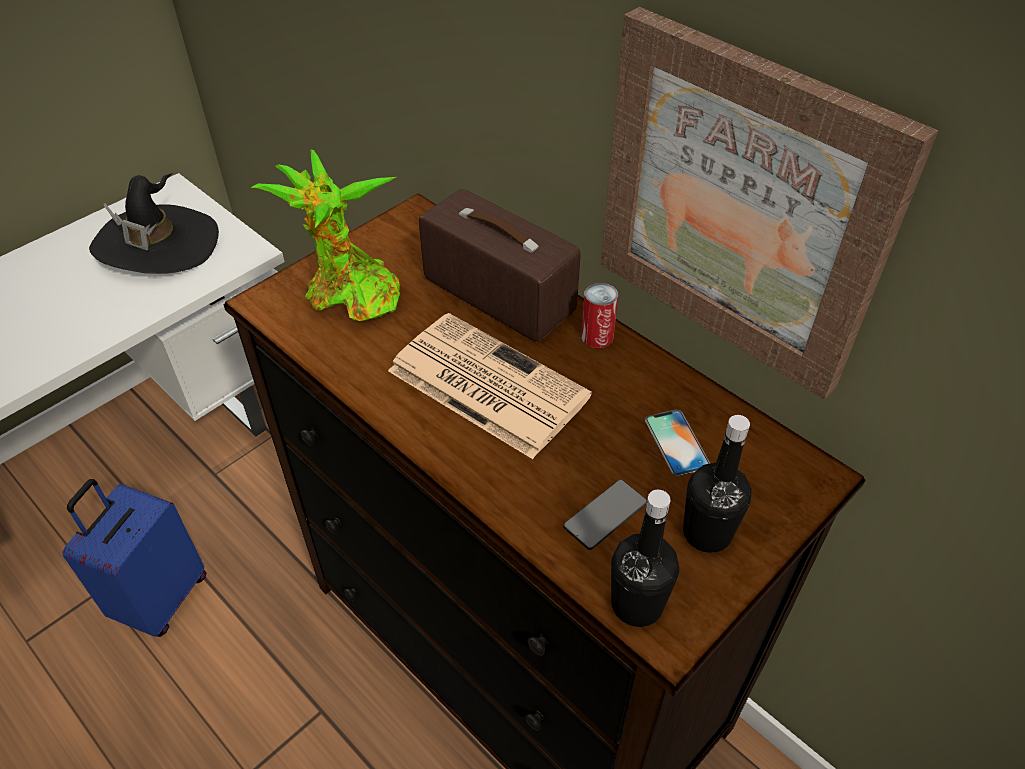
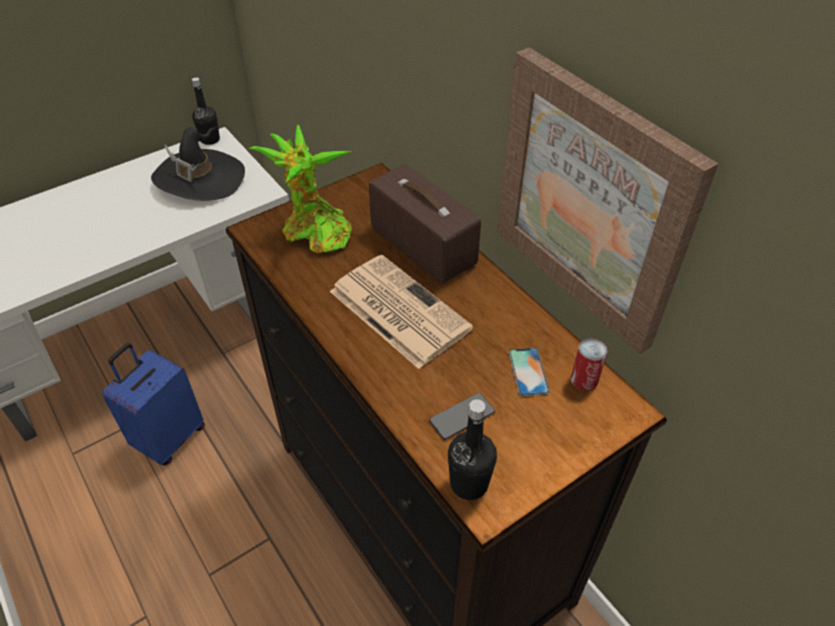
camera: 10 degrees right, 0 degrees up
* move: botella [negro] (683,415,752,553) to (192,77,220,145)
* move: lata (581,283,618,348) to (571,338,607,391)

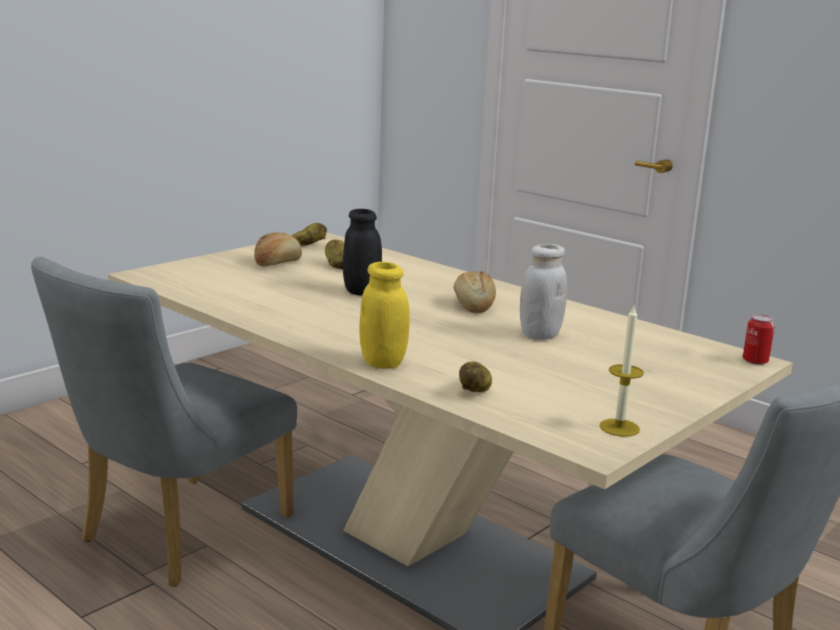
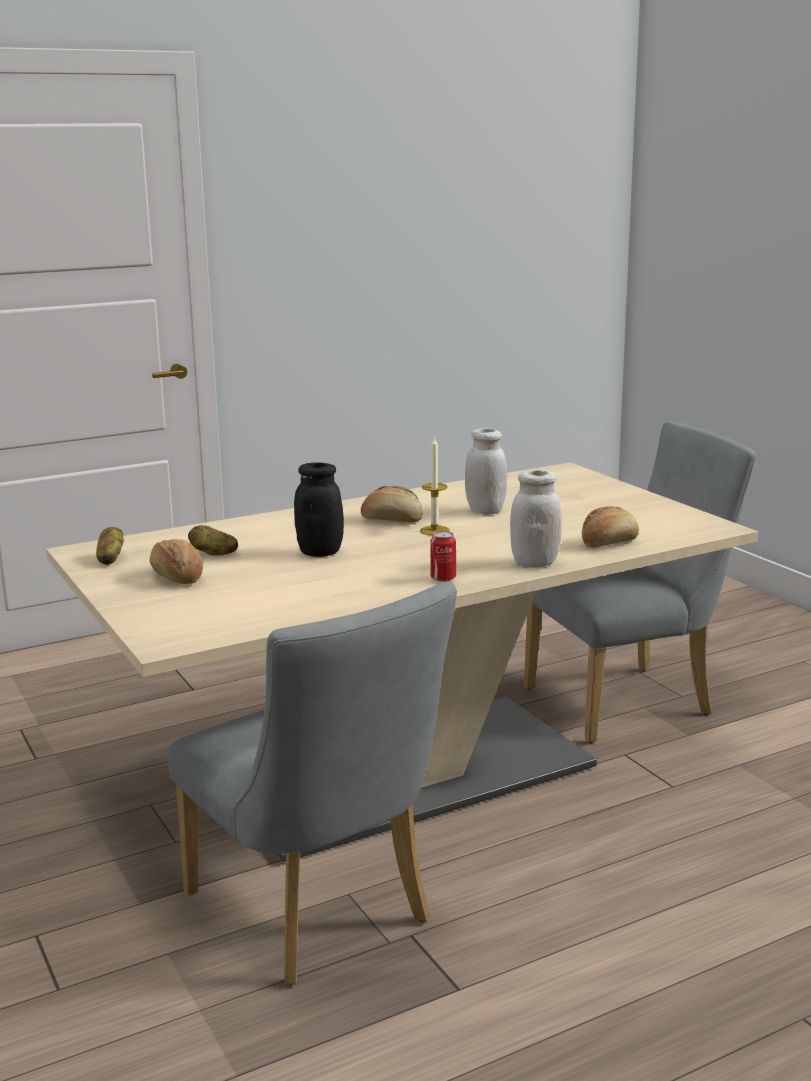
camera: 70 degrees left, 0 degrees up
* move: vela (599,306,644,437) to (420,437,450,535)
* move: lata (743,314,775,365) to (430,531,456,582)
* recolor: tarro [amarillo] (359,262,409,369) to tarro [blanco] (510,470,562,567)
* replace: patata (459,361,492,392) to pan (582,506,639,547)

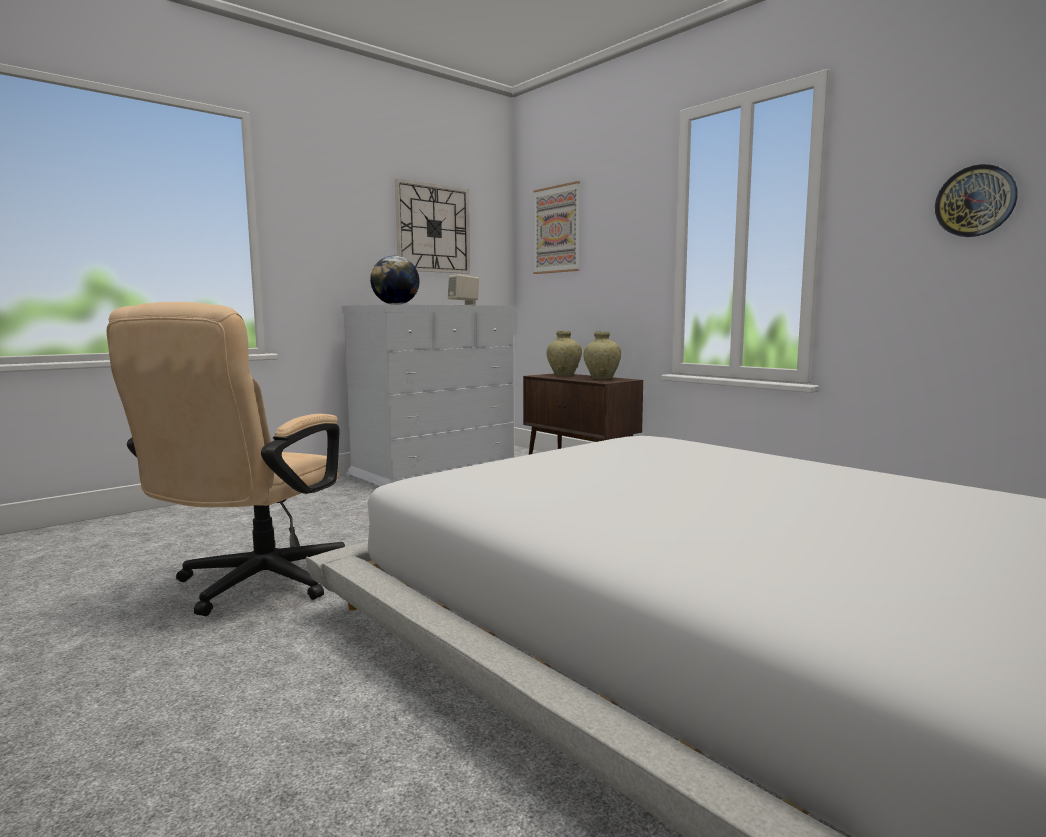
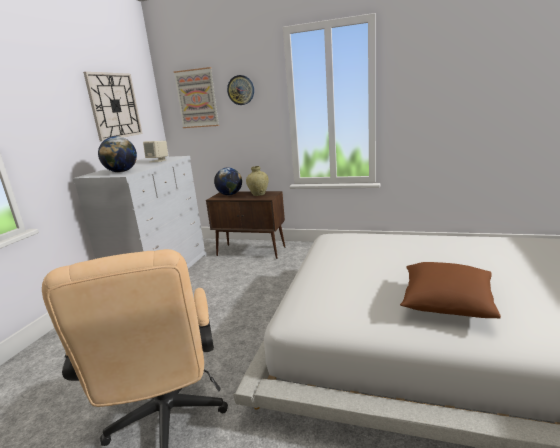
camera: 30 degrees left, 10 degrees up
* replace: florero [beis] (547,331,582,376) to globo terráqueo (214,167,242,195)
* move: reloj de pared (935,164,1018,237) to (227,75,254,105)
* insert: cojín [marrón] (400,262,501,319)

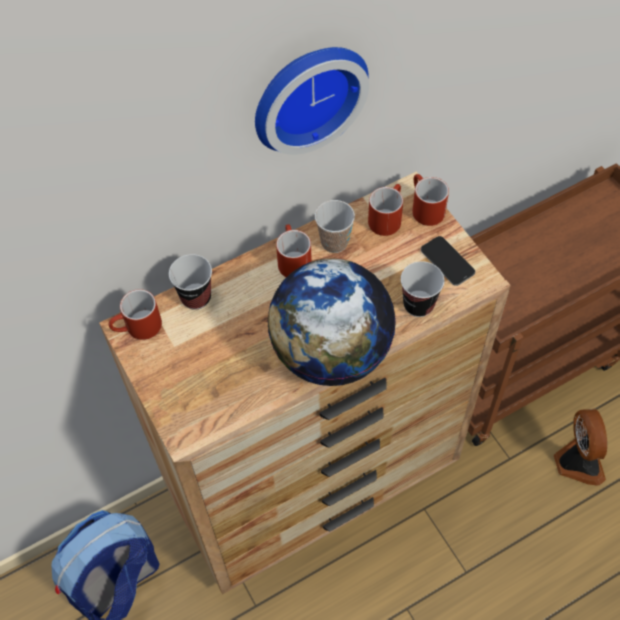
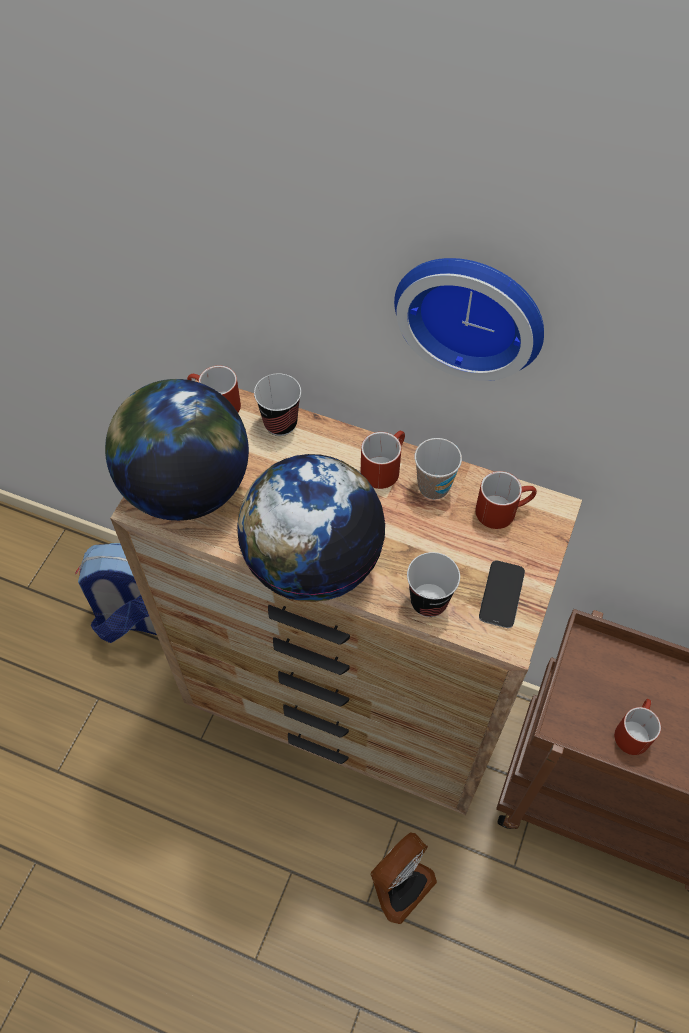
camera: 50 degrees right, 0 degrees up
* insert: globo terráqueo (105,379,249,521)
* move: ventilador (554,408,607,486) to (370,833,437,924)
* move: taza grande [rojo] (412,174,449,226) to (614,699,661,755)

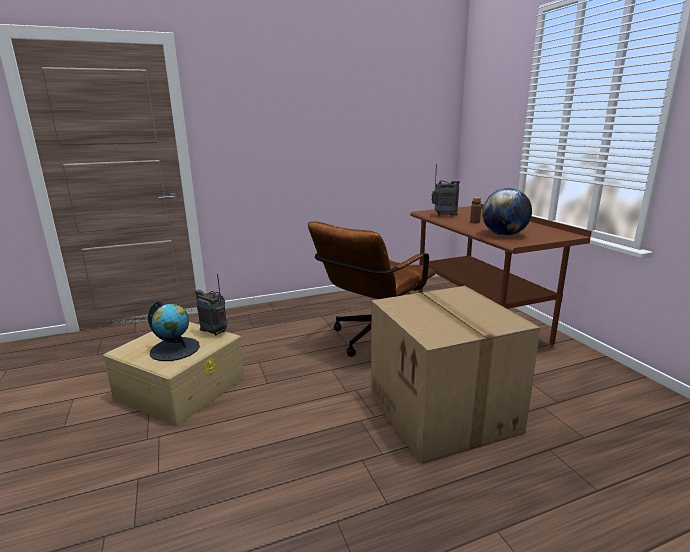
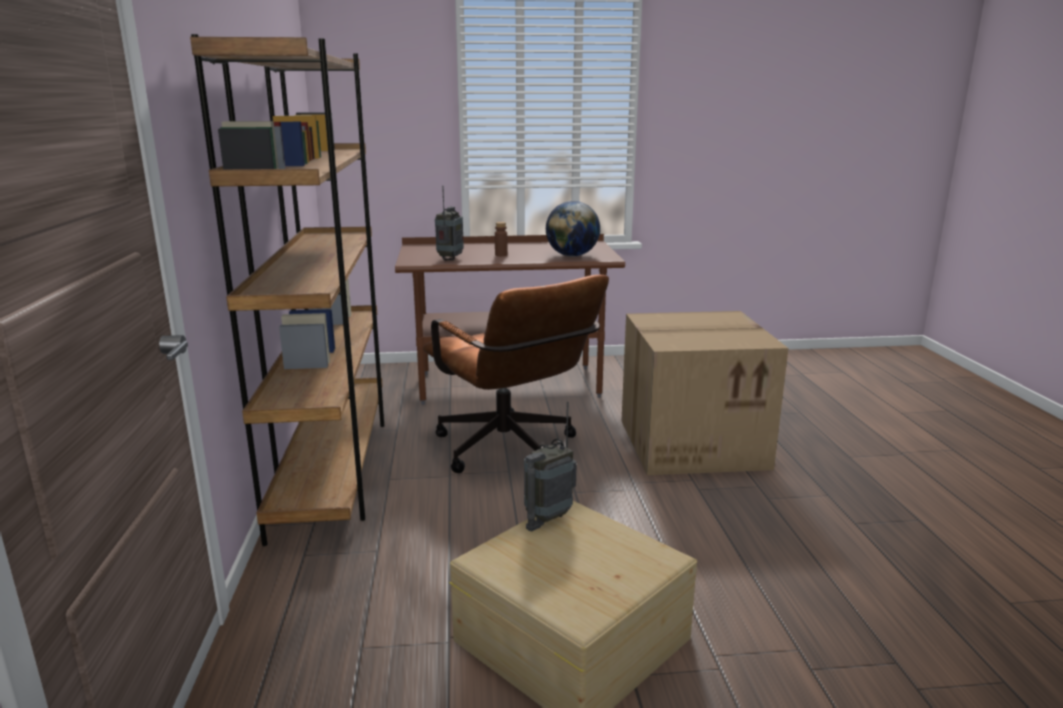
camera: 75 degrees left, 0 degrees up
* insert: estantería [marrón] (190,34,384,546)
* delete: globo terráqueo (148,300,200,361)

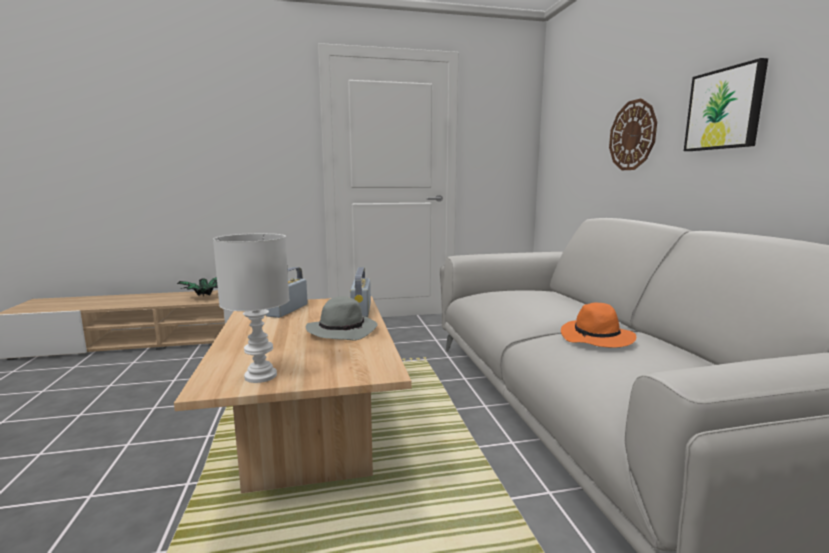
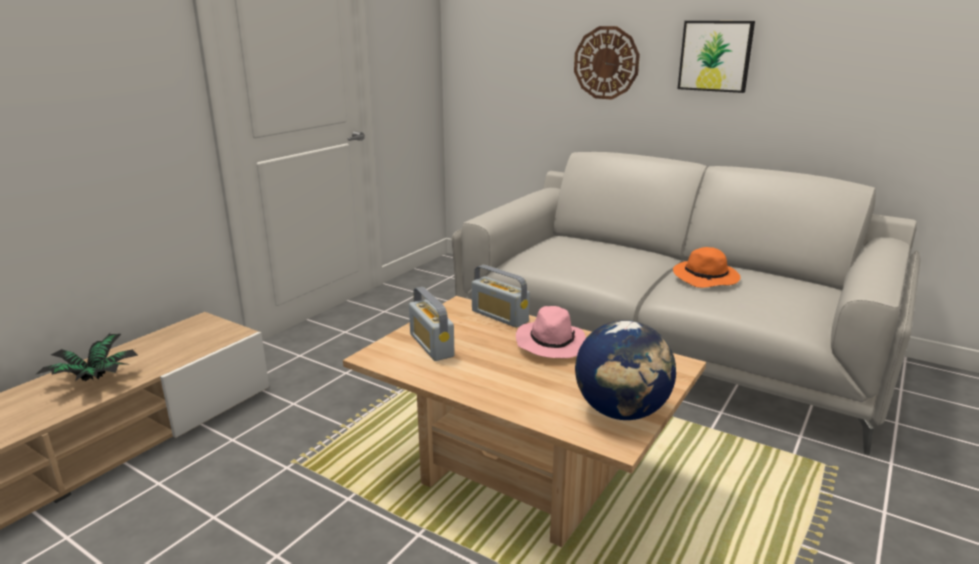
camera: 45 degrees left, 10 degrees up
* recolor: sombrero [gris] (306,296,377,340) to sombrero [rosa] (516,306,586,358)
* replace: lámpara de mesa [blanco] (213,233,290,383) to globo terráqueo (575,320,676,420)

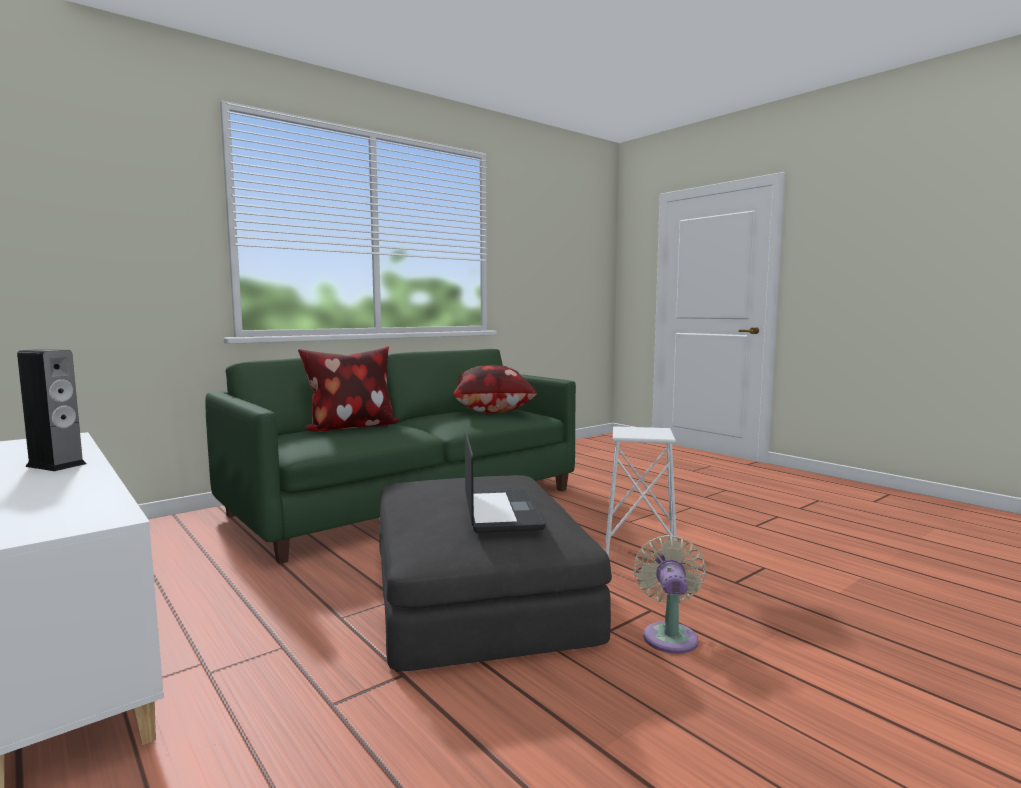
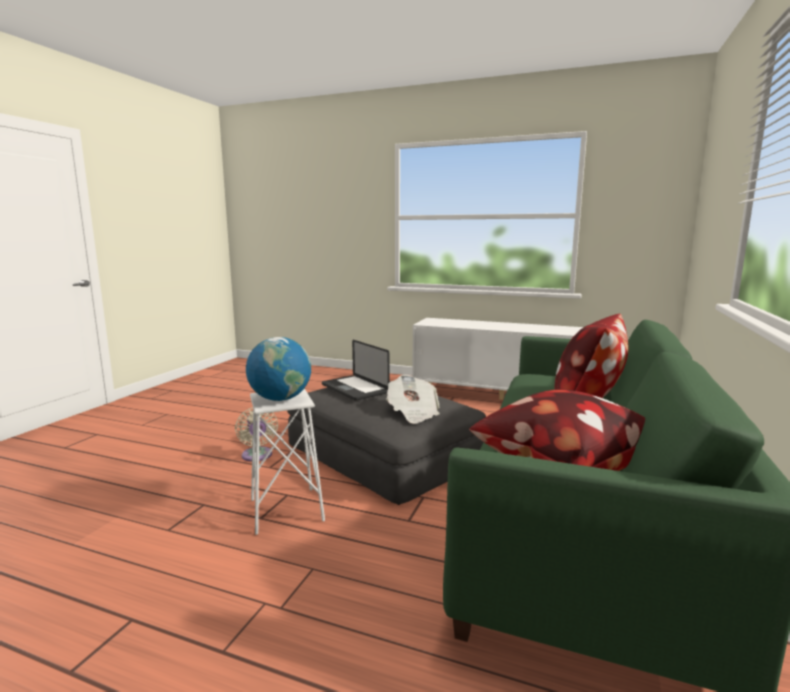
camera: 150 degrees right, 5 degrees up
* insert: globo terráqueo (246,337,311,401)
* insert: periódico (387,375,440,424)
* delete: altavoz (17,349,86,471)

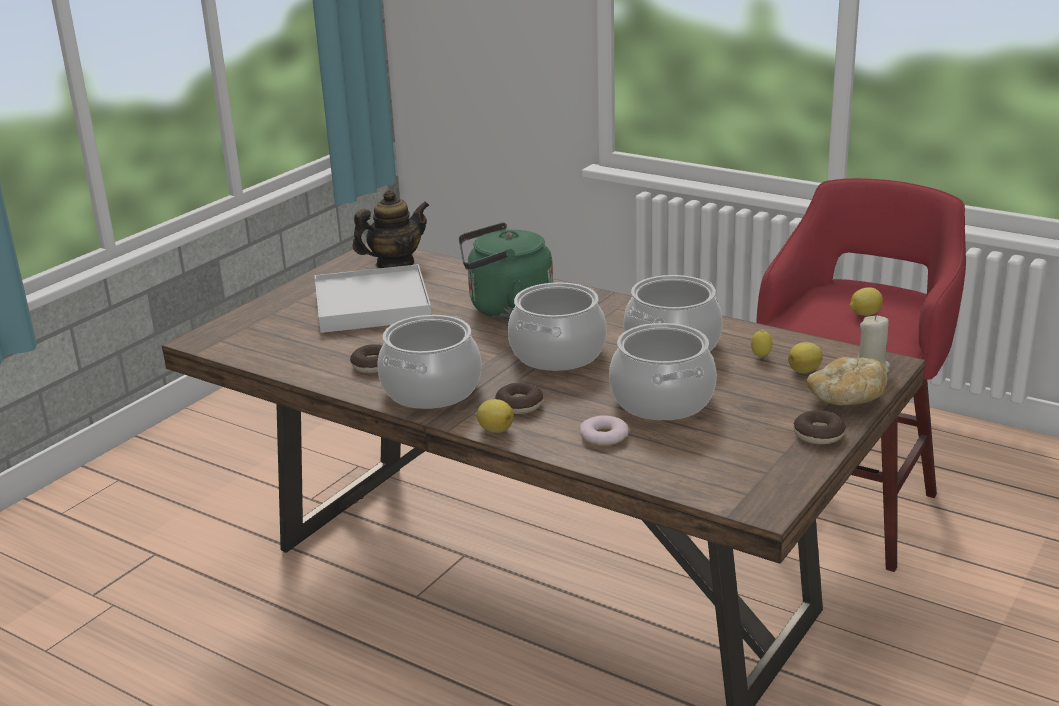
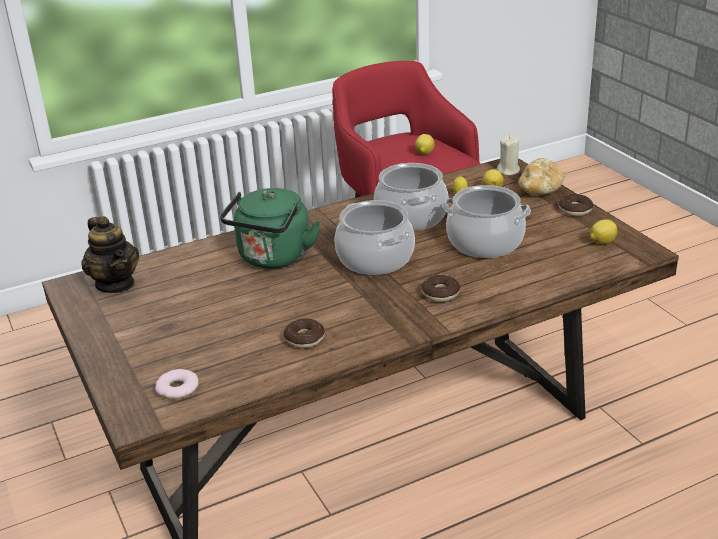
camera: 60 degrees left, 5 degrees up
* rotate: tetera (352,189,429,268) = (81,216,139,293) 150 degrees clockwise
* move: rosquilla (579,415,629,446) to (155,369,199,399)
* move: limón (477,399,514,433) to (590,219,618,244)
* delete: bandeja [blanco] (315,264,431,333)
* delete: olla (377,315,481,409)

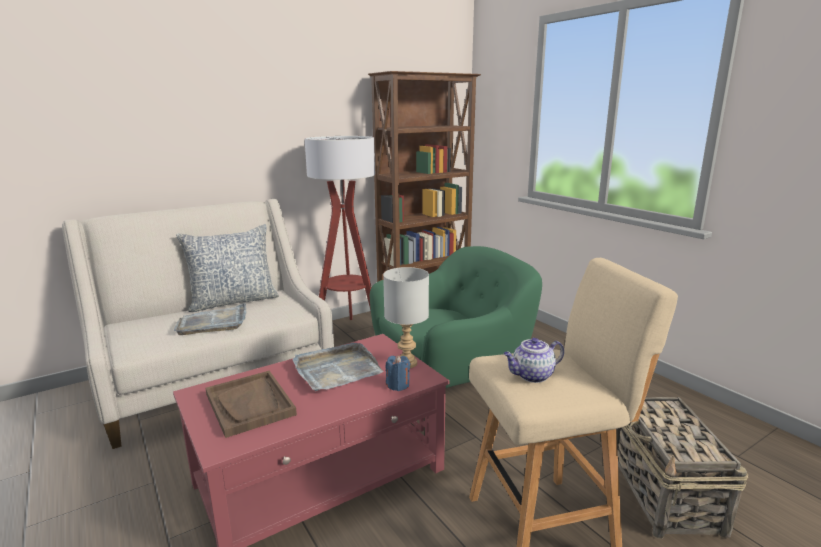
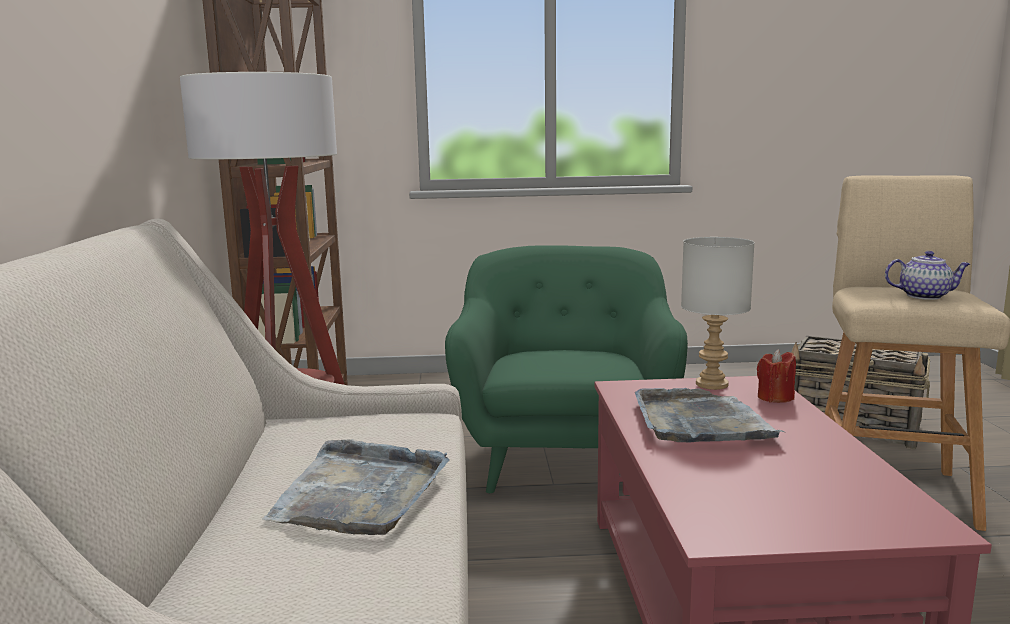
camera: 60 degrees left, 5 degrees down
* recolor: vela [azul] (386,355,410,391) to vela [rojo] (757,349,796,403)
* rotate: tetera (503,338,564,383) = (885,251,970,300) 90 degrees counterclockwise
* delete: cojín (176,224,279,312)
* delete: bandeja [marrón] (205,371,297,438)

